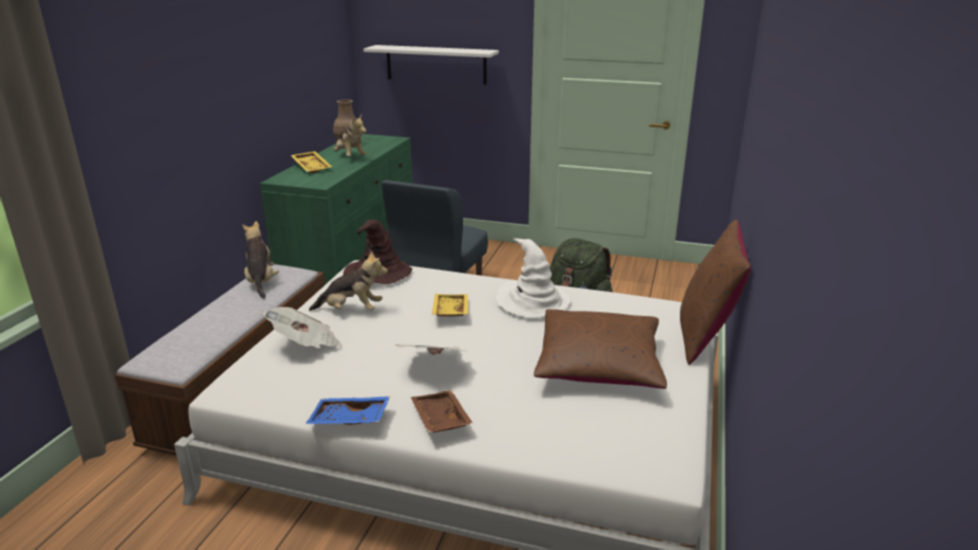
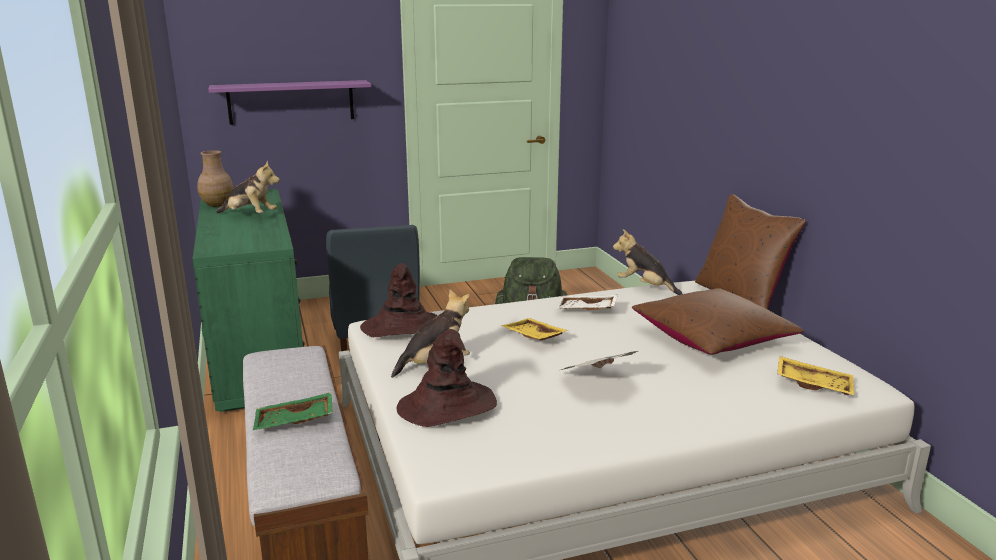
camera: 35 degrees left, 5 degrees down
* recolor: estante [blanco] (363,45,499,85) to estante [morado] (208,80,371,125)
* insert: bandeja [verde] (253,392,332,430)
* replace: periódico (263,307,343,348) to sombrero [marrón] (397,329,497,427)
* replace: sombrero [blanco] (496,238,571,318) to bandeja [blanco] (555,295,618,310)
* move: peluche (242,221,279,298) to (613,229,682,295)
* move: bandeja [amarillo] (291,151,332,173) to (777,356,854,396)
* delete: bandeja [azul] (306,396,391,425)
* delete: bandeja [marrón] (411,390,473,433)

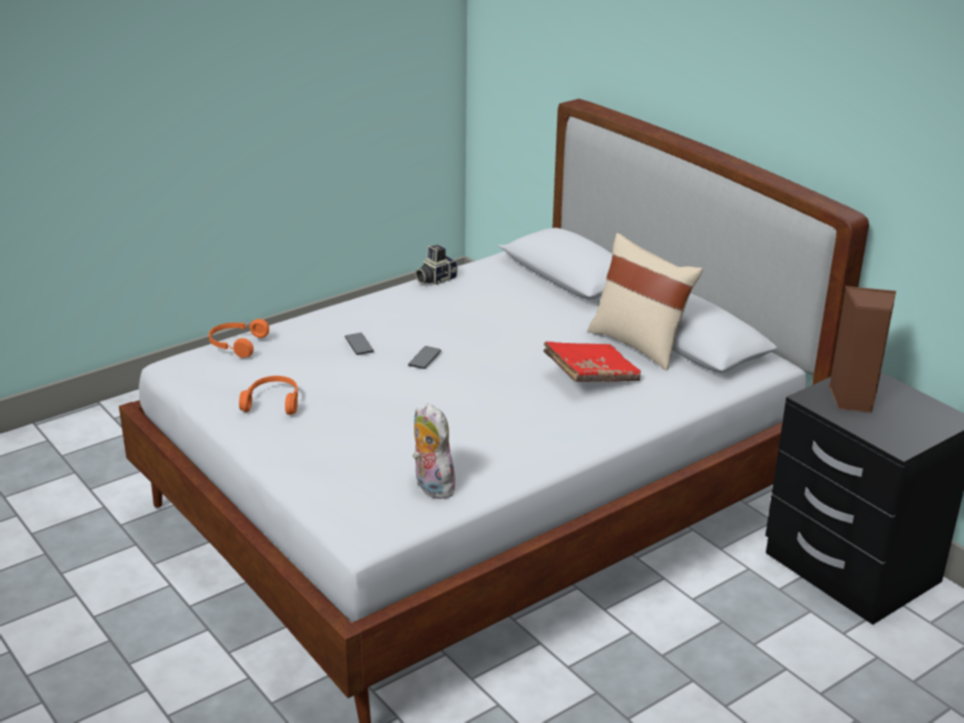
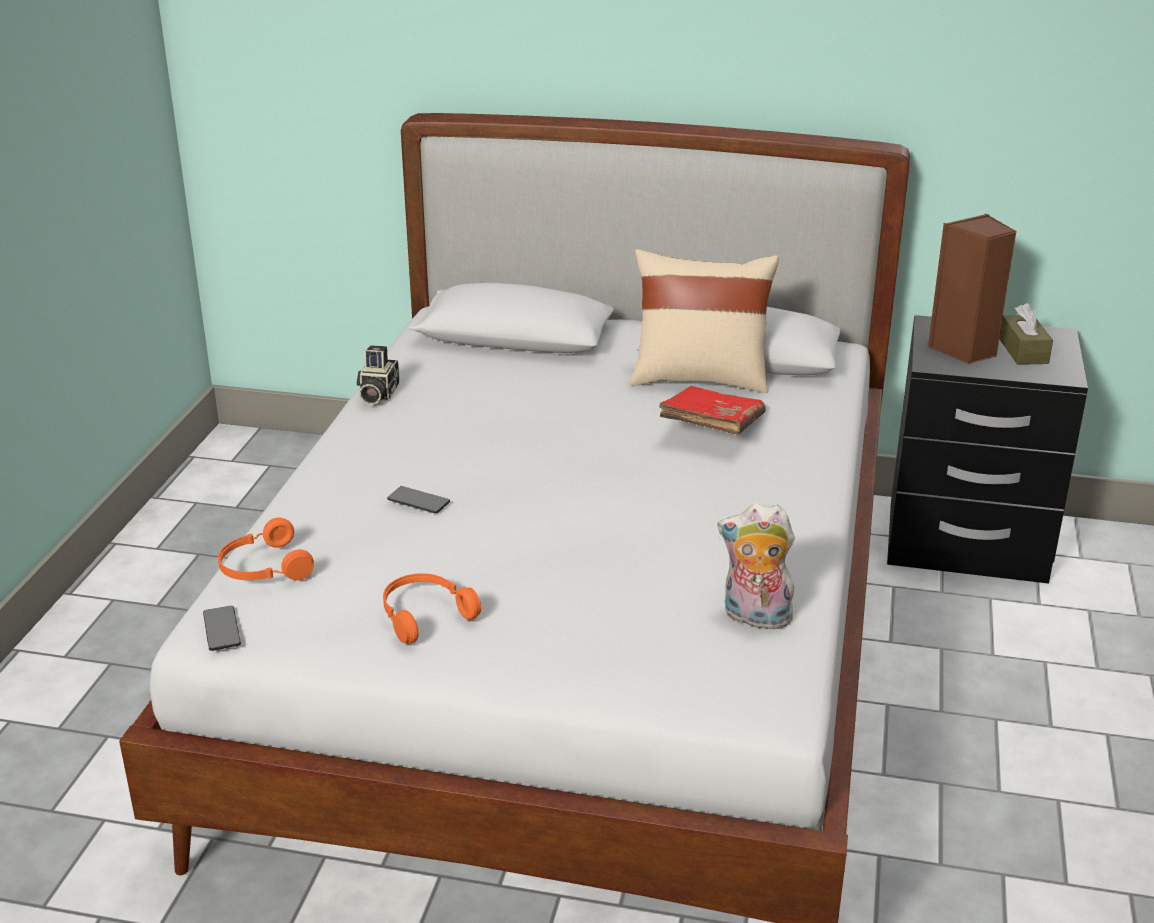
camera: 40 degrees left, 0 degrees up
* move: móvil (408,346,441,369) to (203,606,241,651)
* insert: caja de pañuelos [marrón] (999,303,1053,365)

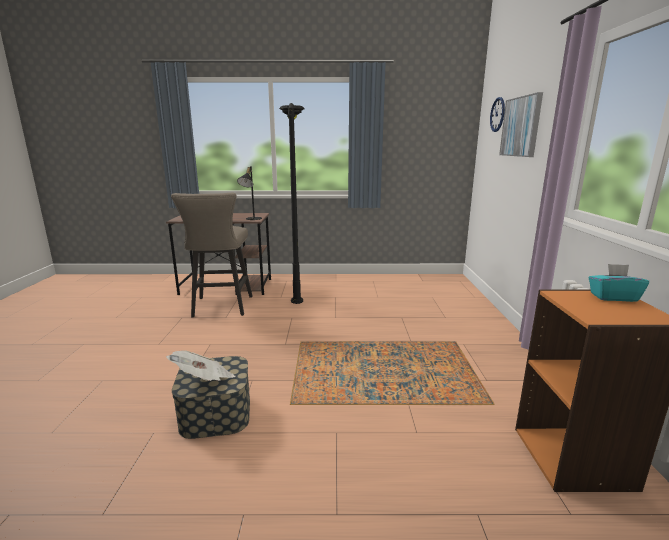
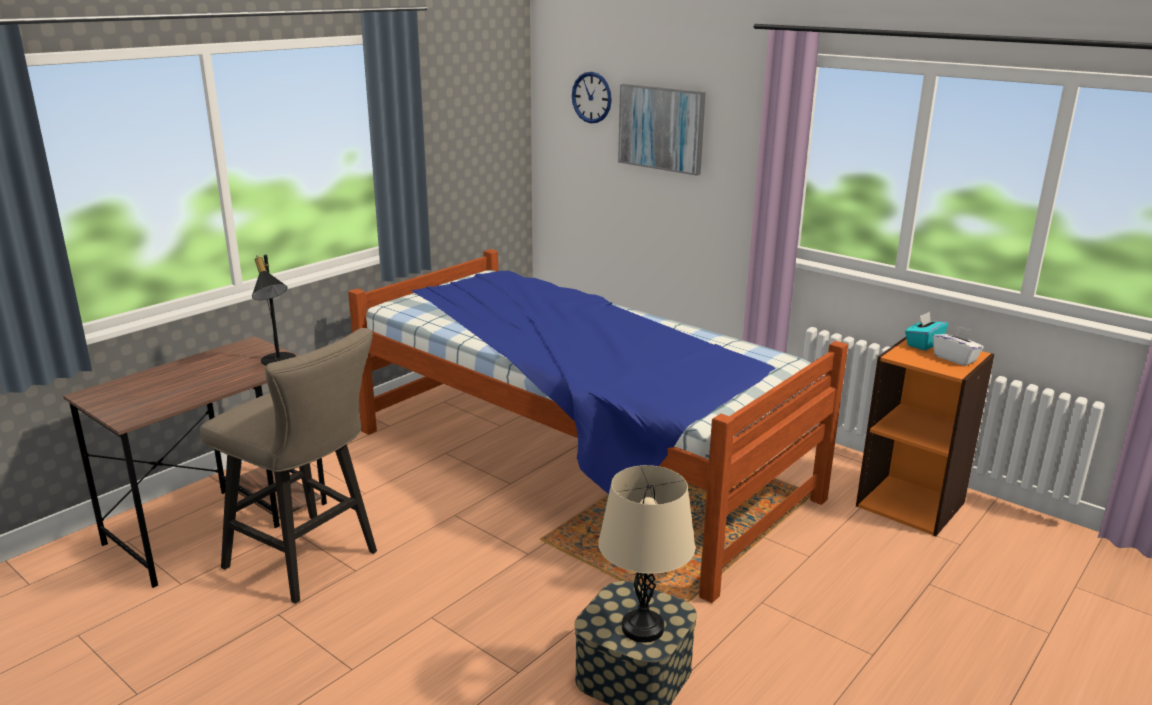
camera: 50 degrees left, 5 degrees up
* insert: cama (348,249,848,603)
* replace: periódico (166,350,235,381) to lámpara de mesa [beis] (598,465,695,643)
* insert: caja de pañuelos [blanco] (933,325,984,366)
* delete: lámpara de pie [negro] (279,103,304,304)

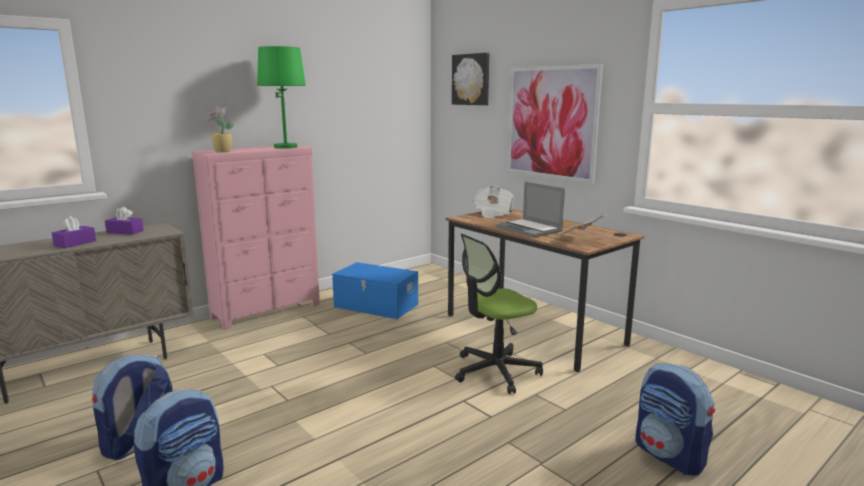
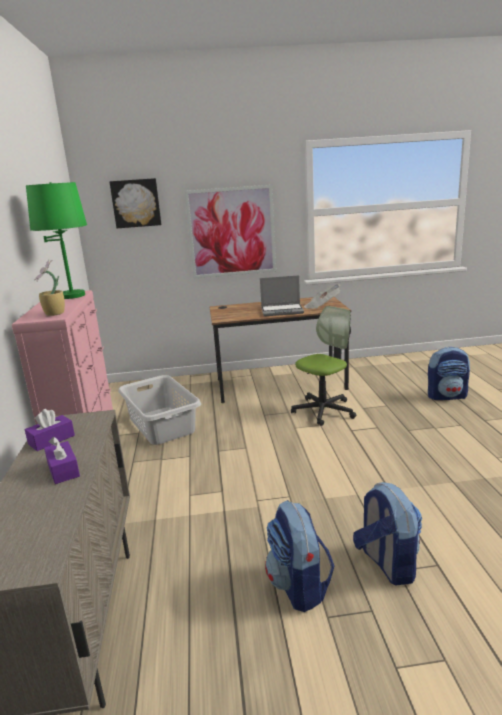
camera: 55 degrees left, 5 degrees up
* replace: caja de almacenaje [azul] (332,262,418,319) to cesto de la ropa [gris] (118,375,201,445)
* rotate: silla de oficina (455,234,543,394) = (291,306,356,426) 135 degrees counterclockwise
* delete: periódico (473,186,515,218)

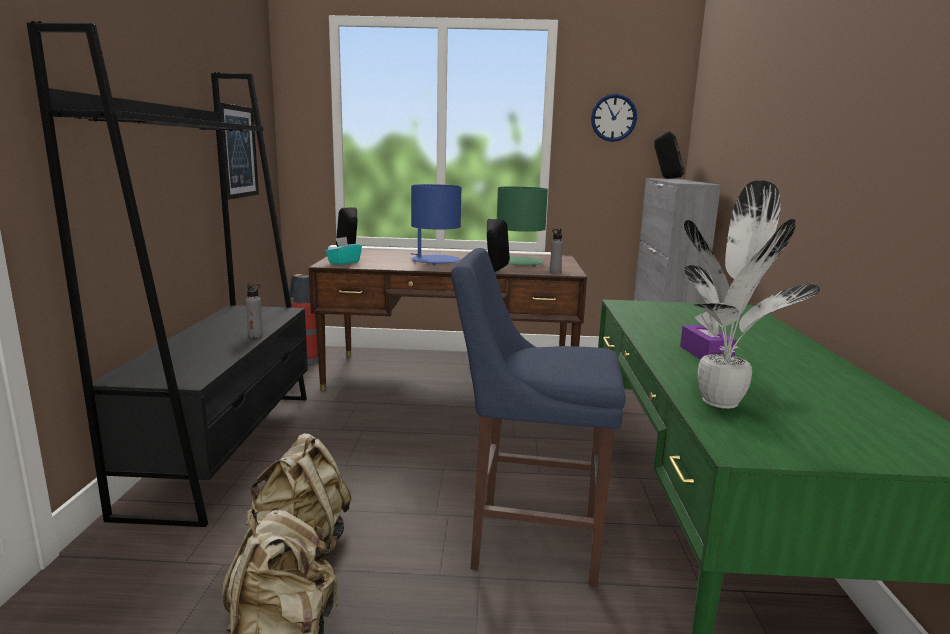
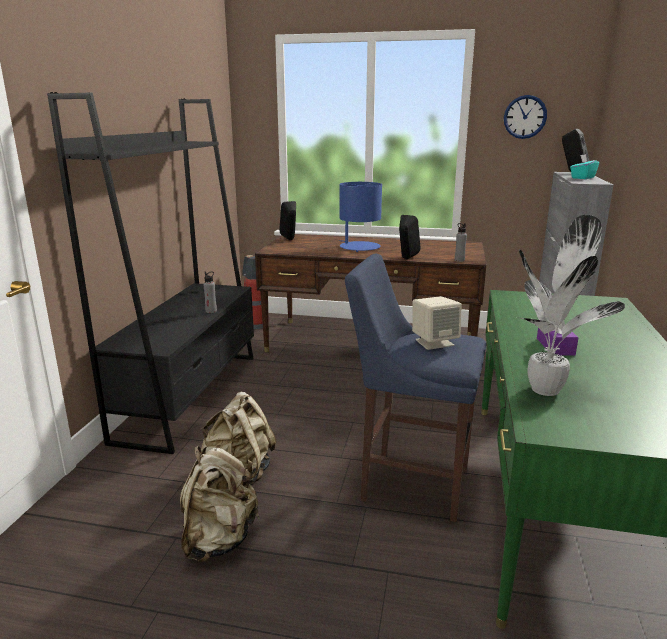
camera: 10 degrees right, 5 degrees up
* insert: altavoz [beis] (412,296,462,350)
* move: caja de pañuelos [turquesa] (325,237,362,265) to (570,154,599,179)
* delete: cuadro (220,102,259,200)
* delete: lámpara de mesa [verde] (497,186,548,267)

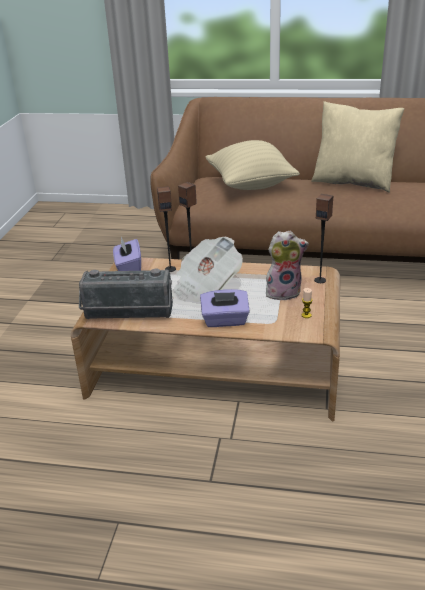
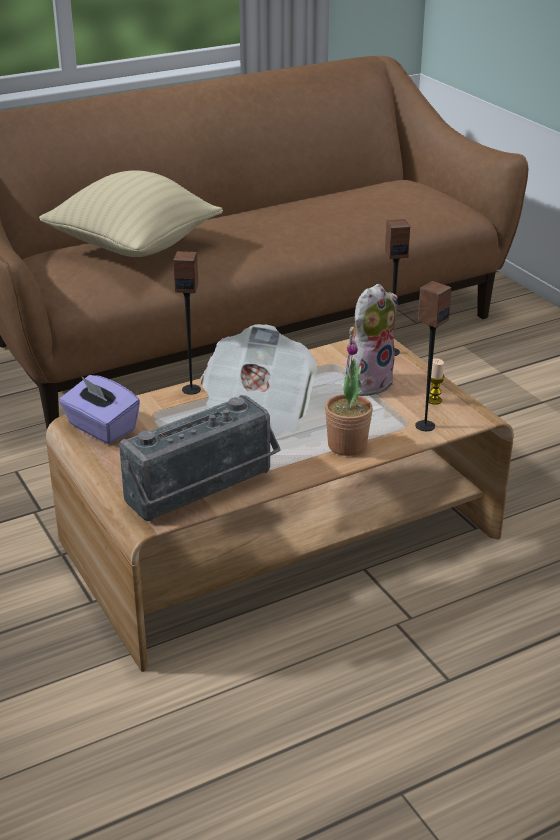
camera: 40 degrees left, 0 degrees up
* replace: caja de pañuelos [morado] (200,289,250,327) to planta en maceta (325,341,373,456)
* move: altavoz (157,186,176,272) to (415,281,452,431)
* delete: cojín [beis] (311,101,404,193)

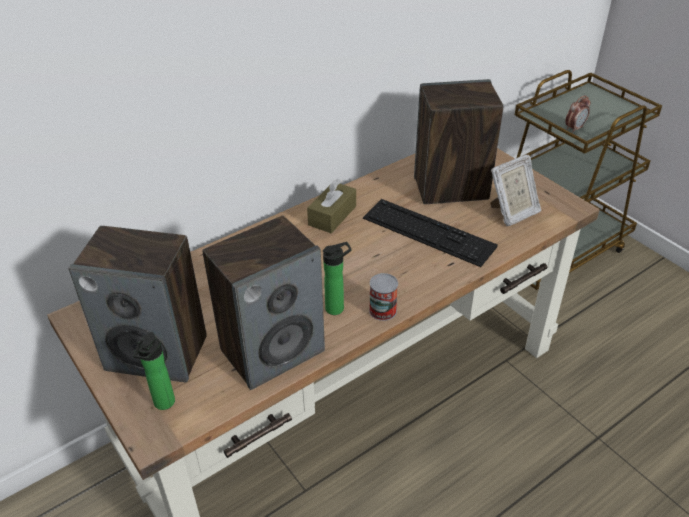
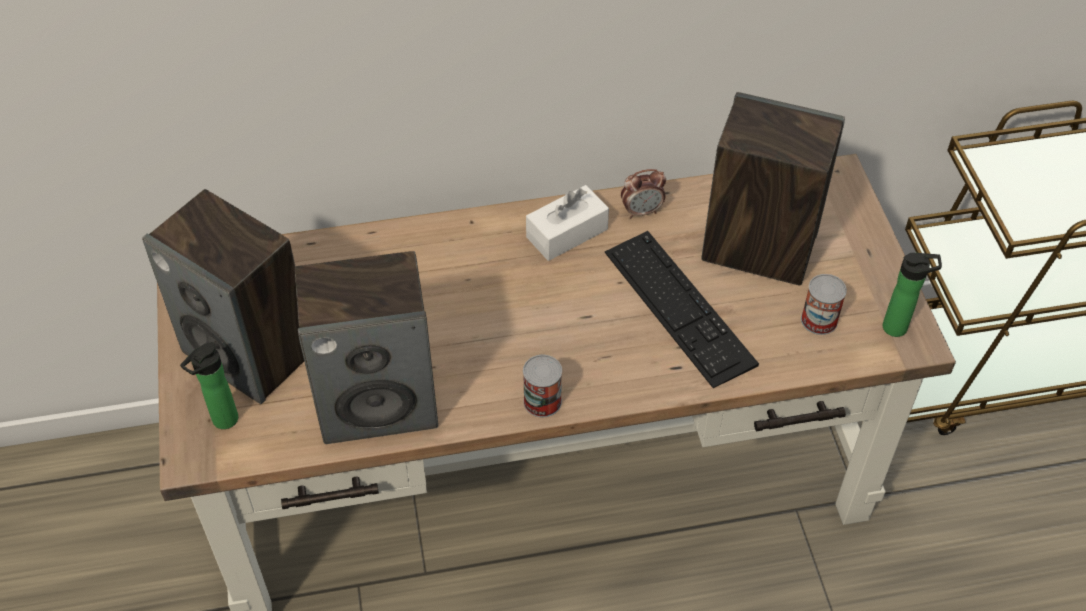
camera: 25 degrees right, 10 degrees up
* recolor: caja de pañuelos [marrón] (307,178,356,233) to caja de pañuelos [blanco] (526,185,609,261)
* move: despertador (565,95,591,133) to (621,169,666,218)
* replace: portarretratos (490,154,541,226) to lata (801,274,847,335)
* move: botella (323,242,351,315) to (883,253,942,337)

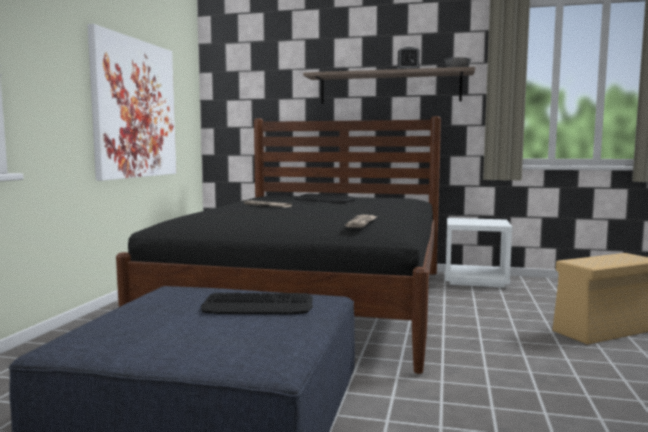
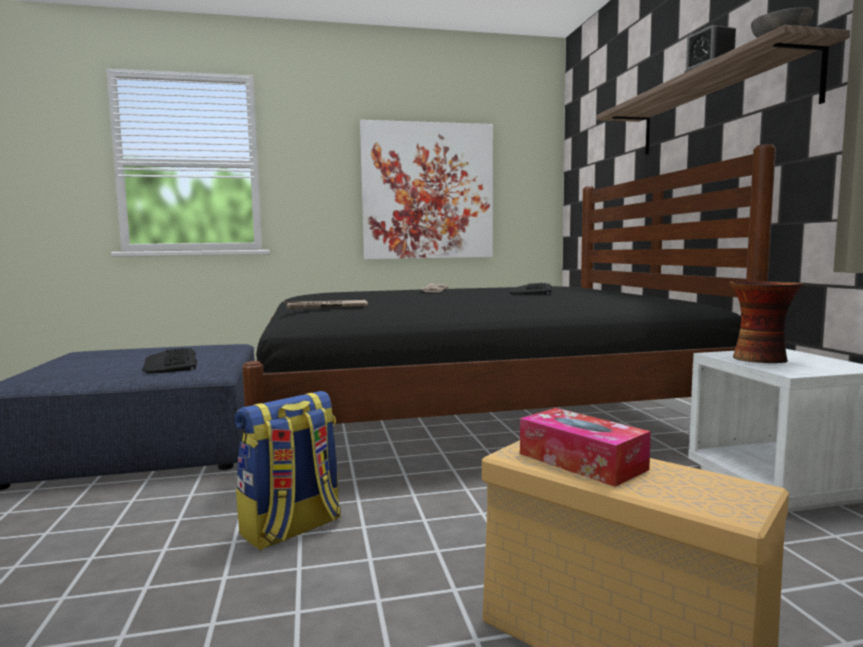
camera: 65 degrees right, 0 degrees up
* insert: mochila (235,391,341,551)
* insert: caja de pañuelos (520,408,651,487)
* insert: florero (729,281,803,363)

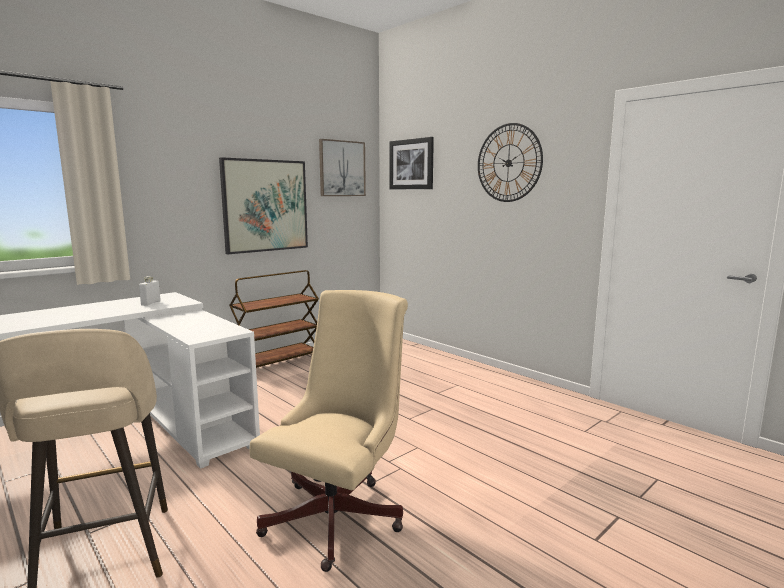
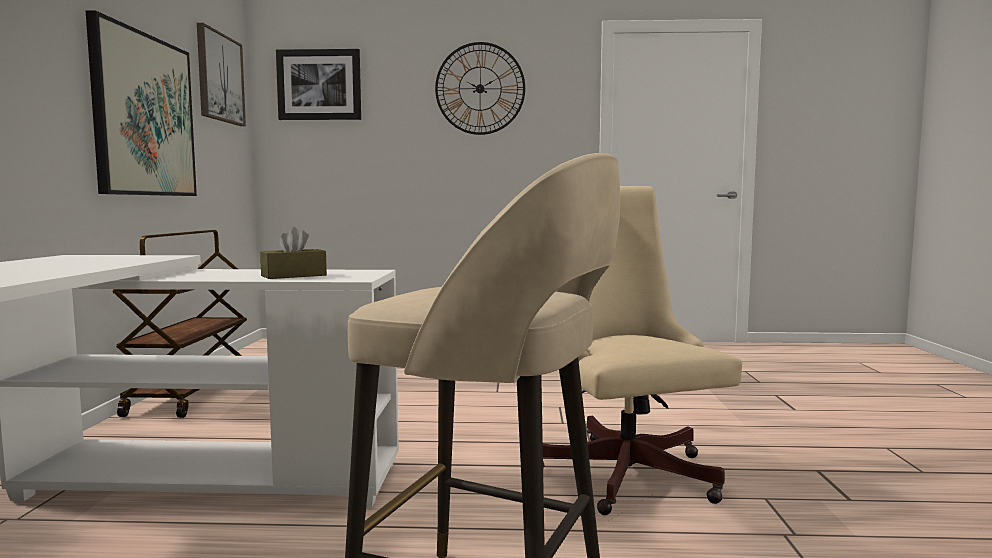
camera: 45 degrees left, 5 degrees down
* insert: caja de pañuelos [marrón] (260,227,327,279)
* delete: botella [blanco] (139,276,161,306)

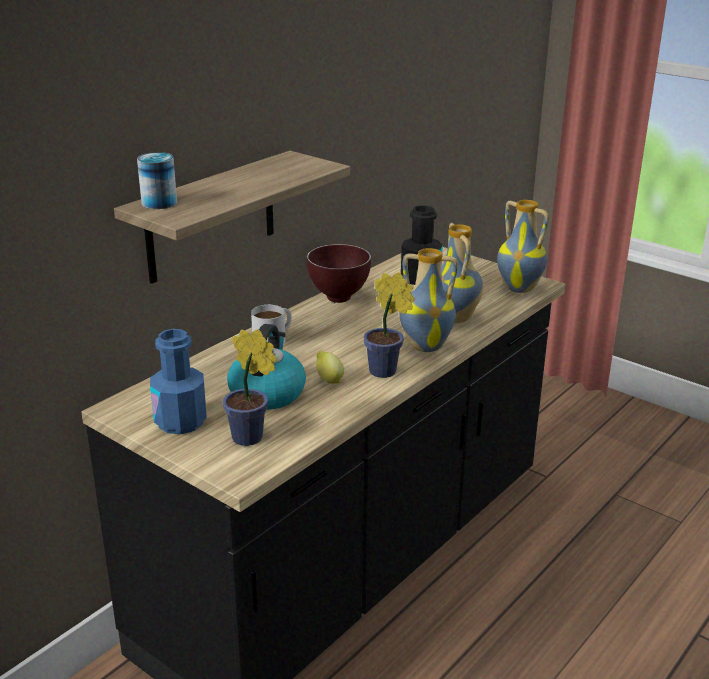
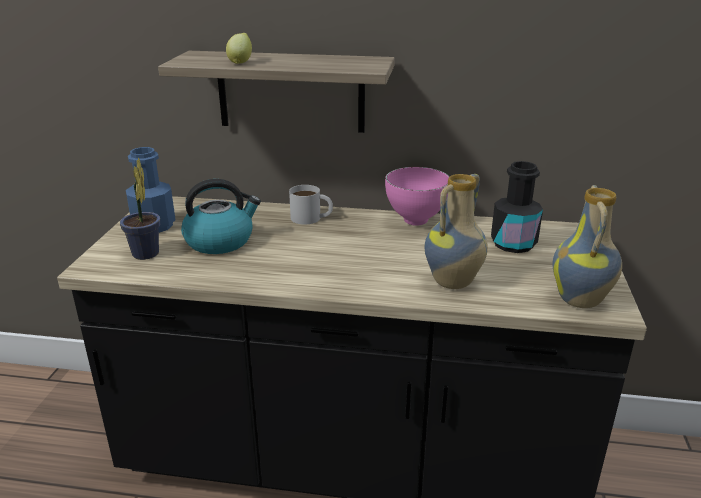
camera: 60 degrees right, 0 degrees up
* move: limón (316,350,344,384) to (226,33,252,64)
* recolor: cuenco [marrón] (307,244,371,303) to cuenco [rosa] (385,167,450,226)
* delete: lata (137,152,177,209)
* delete: planta en maceta (364,272,415,378)
* delete: florero (399,248,458,352)

